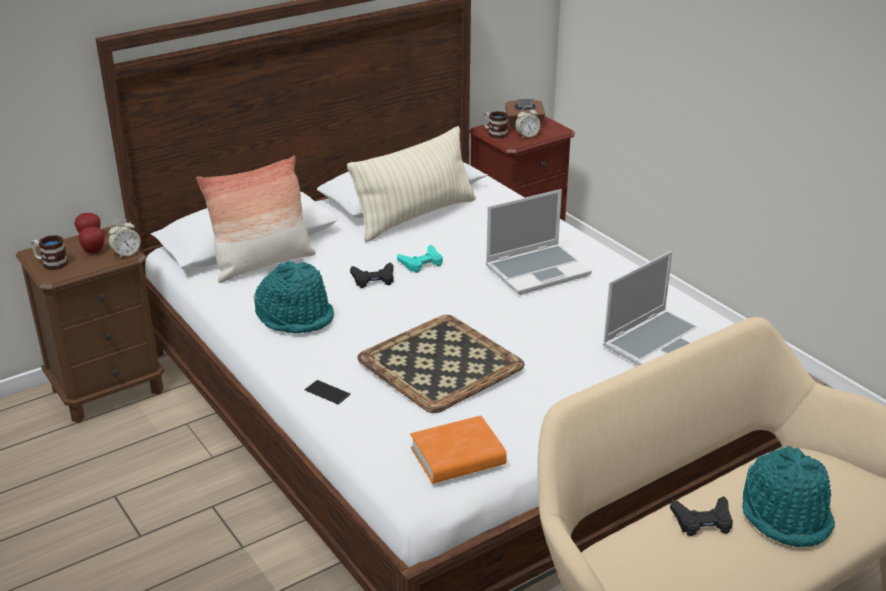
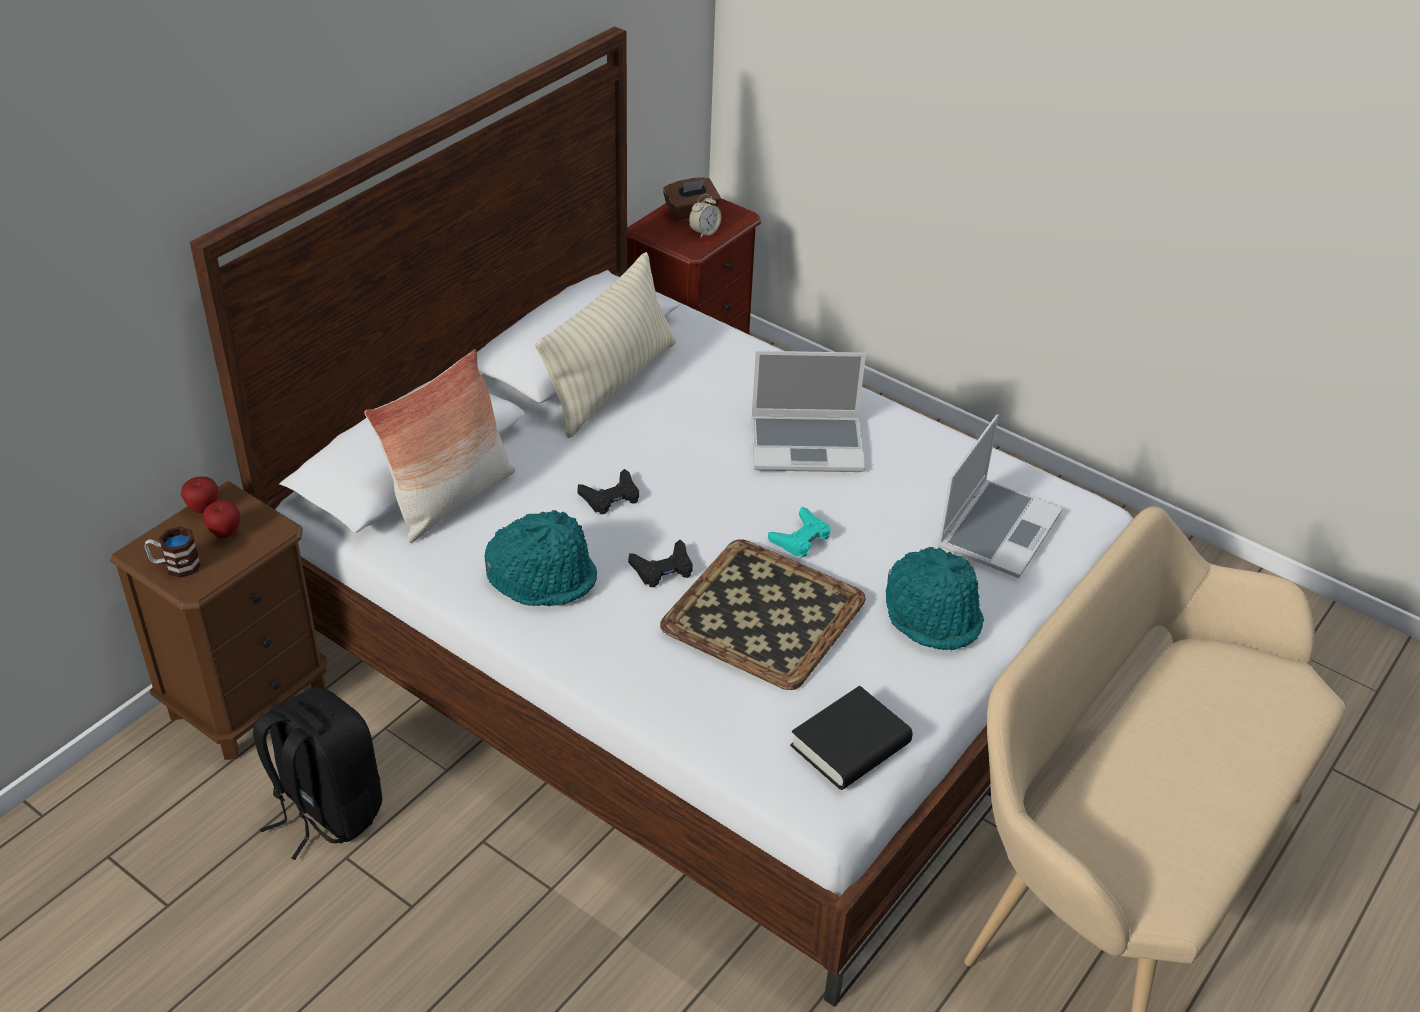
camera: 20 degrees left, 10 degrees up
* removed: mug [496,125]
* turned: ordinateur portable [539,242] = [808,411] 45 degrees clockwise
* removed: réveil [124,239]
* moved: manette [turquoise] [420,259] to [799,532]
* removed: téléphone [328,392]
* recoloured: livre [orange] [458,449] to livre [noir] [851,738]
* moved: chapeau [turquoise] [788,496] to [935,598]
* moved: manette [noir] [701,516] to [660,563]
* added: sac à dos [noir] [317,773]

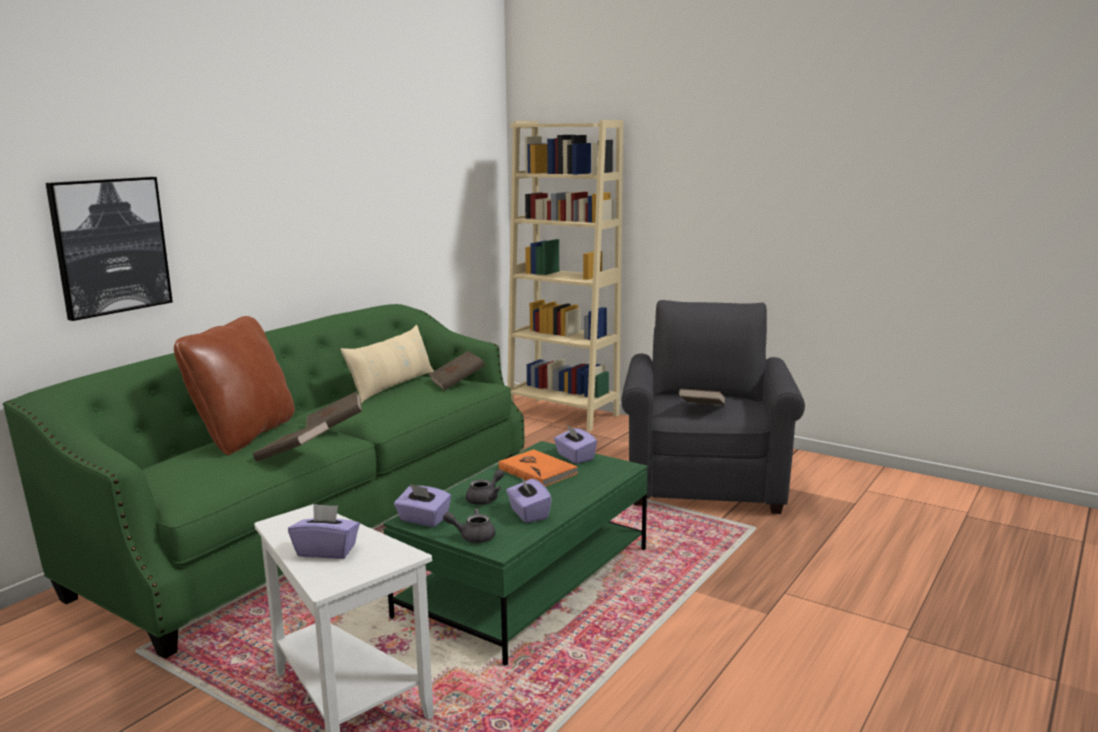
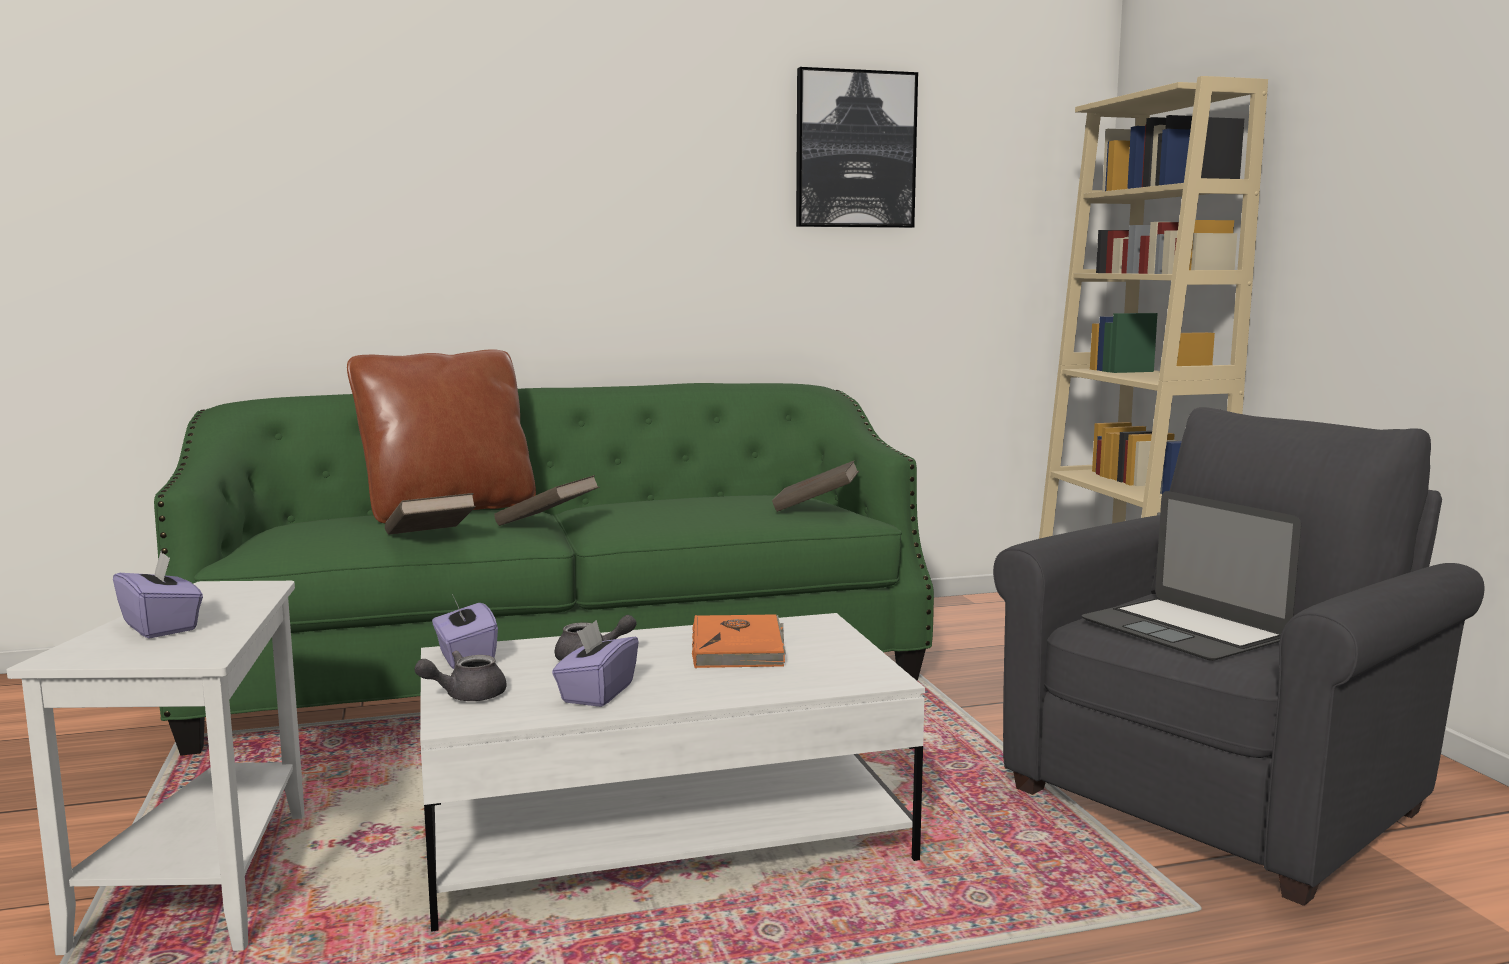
camera: 40 degrees right, 5 degrees down
* moved: tableau [109,249] to [857,147]
* removed: coussin [beige] [387,364]
* replaced: livre [marron] [702,396] to ordinateur portable [1191,576]
* removed: boîte à mouchoirs [violet] [575,444]
* recoloured: table basse [vert] [515,553] to table basse [blanc] [672,772]
* turned: théière [gris] [469,525] = [460,676] 75 degrees counterclockwise

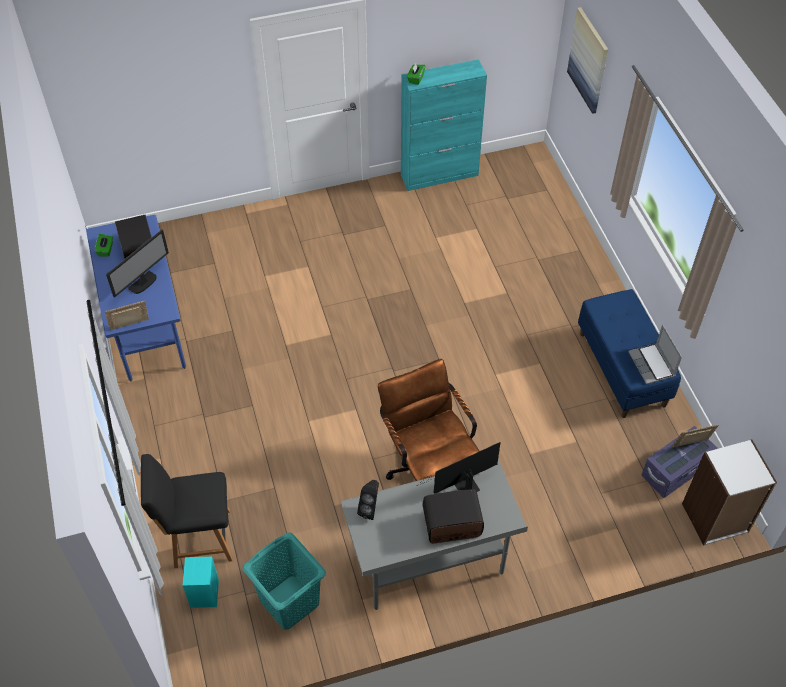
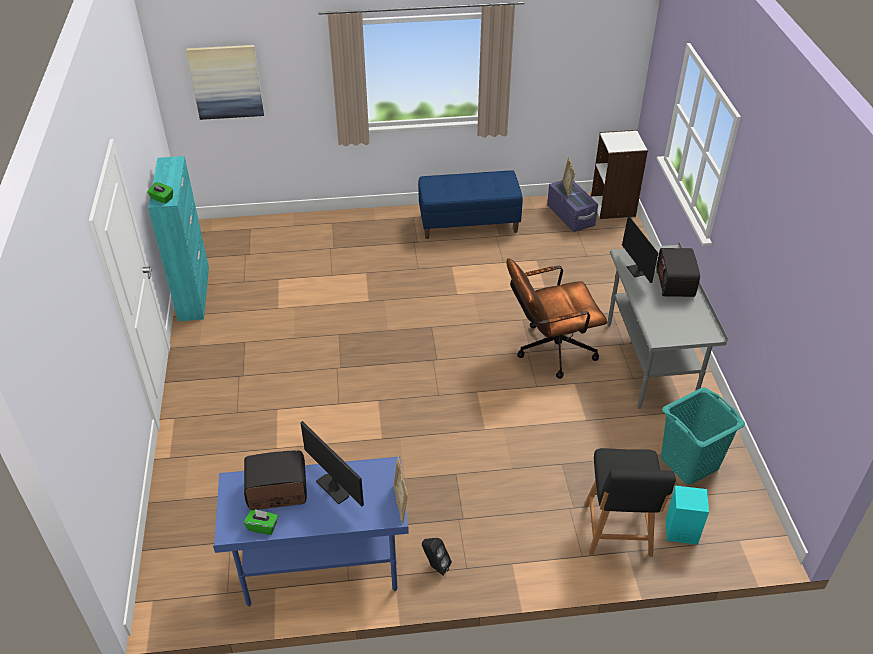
camera: 80 degrees left, 10 degrees down
* removed: ordinateur portable [655,354]
* moved: enceinte [noir] [368,500] to [437,557]

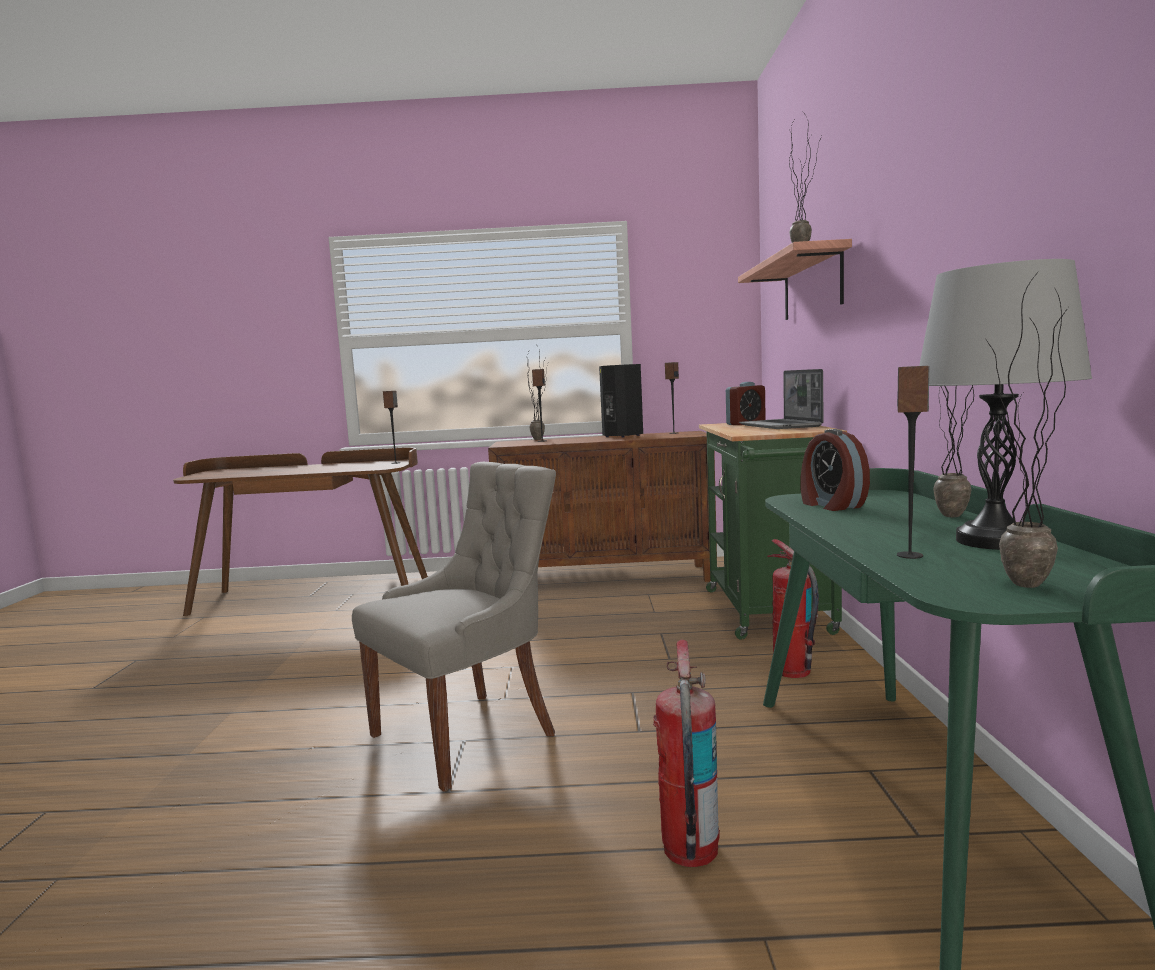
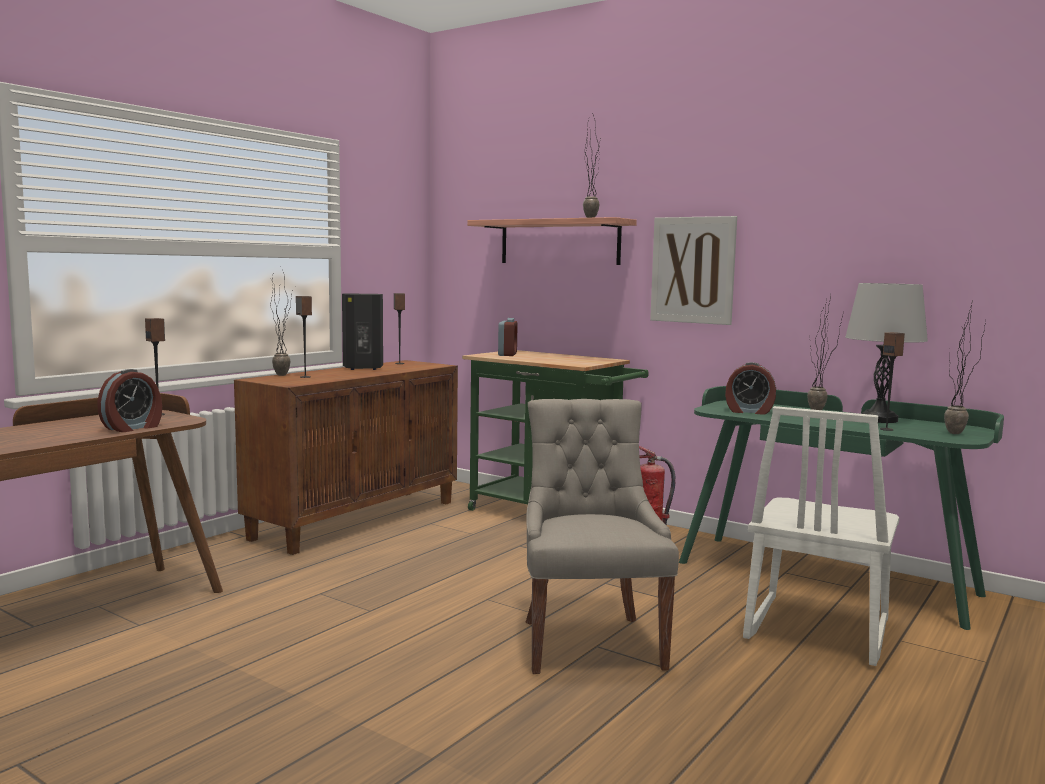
camera: 55 degrees left, 0 degrees up
* removed: ordinateur portable [781,399]
* replaced: extincteur [686,753] to chaise [blanc] [821,536]
* added: tableau [693,270]
* added: réveil [129,400]

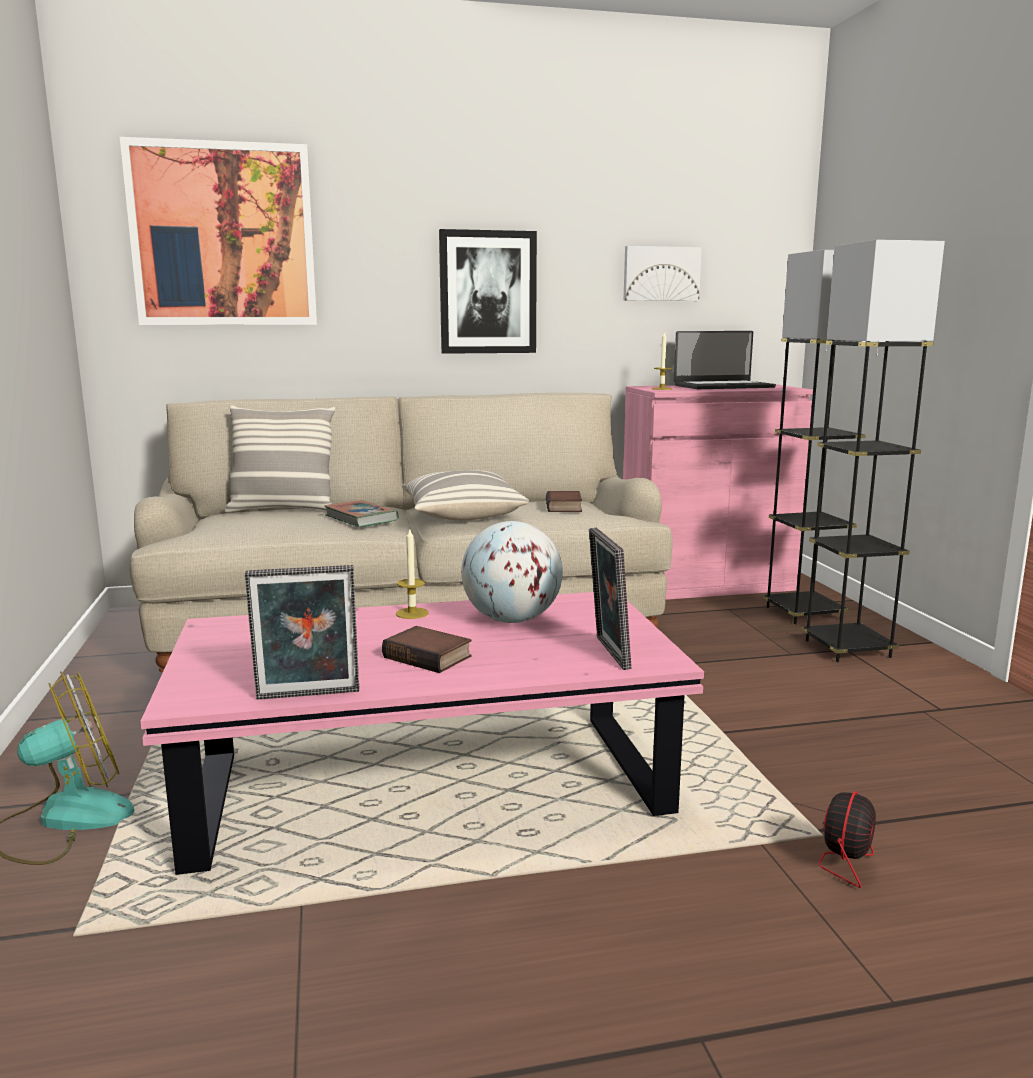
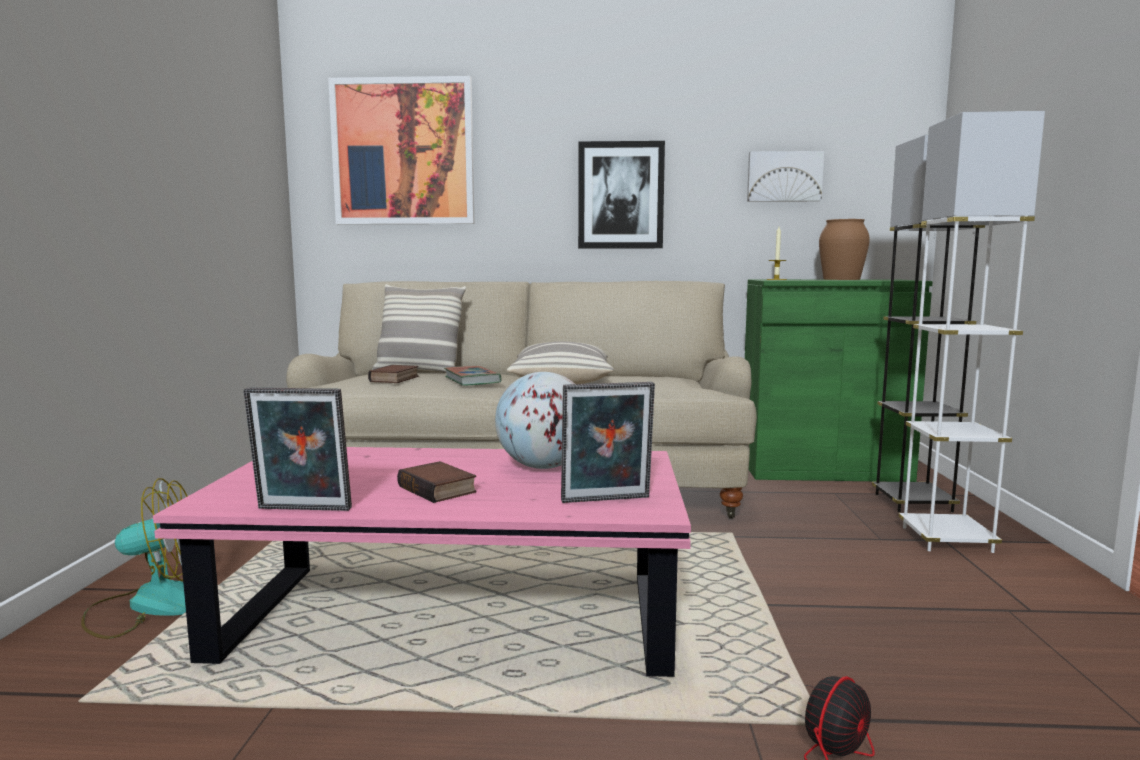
camera: 15 degrees right, 5 degrees down
* recoloured: lampadaire [noir] [873,450] to lampadaire [blanc] [972,332]
* replaced: ordinateur portable [725,360] to vase [marron] [844,249]
* recoloured: meuble de rangement [rose] [718,492] to meuble de rangement [vert] [838,380]
* moved: livre [564,501] to [393,374]
* removed: bougie [412,573]
* turned: cadre photo [610,599] = [608,442] 105 degrees counterclockwise

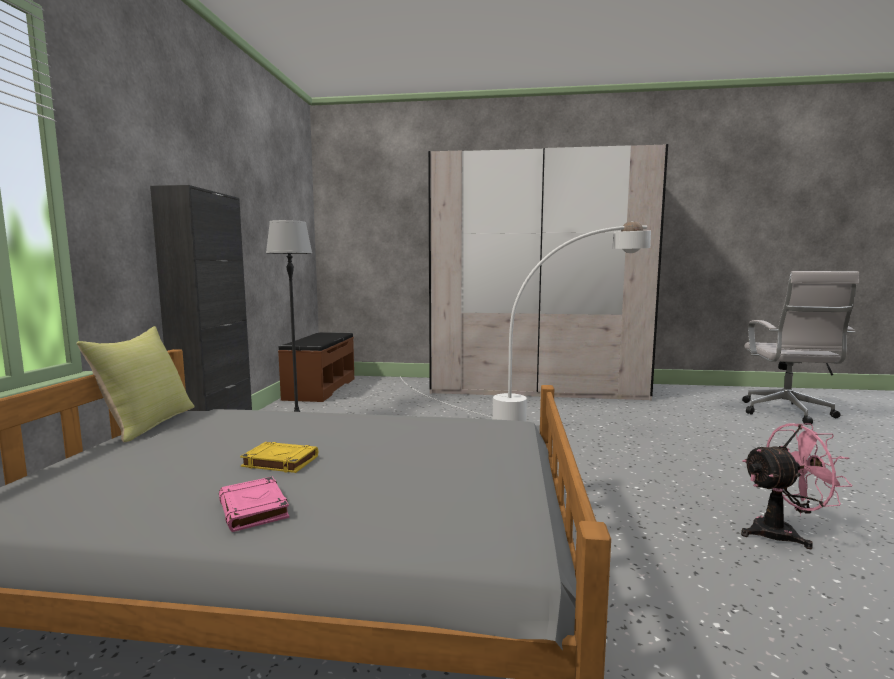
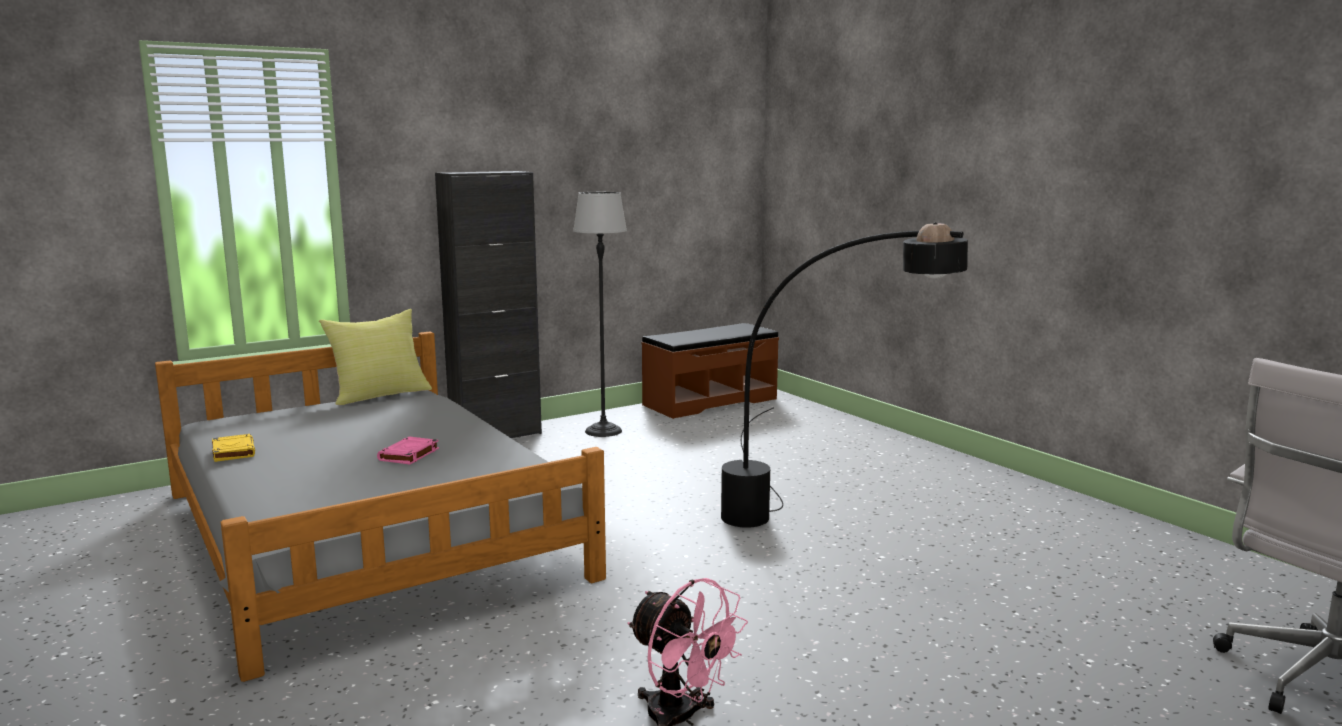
camera: 50 degrees right, 5 degrees up
* removed: armoire [beige] [548,272]
* recoloured: lampadaire [blanc] [525,321] to lampadaire [noir] [844,375]
* moved: livre [jaune] [279,457] to [233,448]
* moved: livre [rose] [254,504] to [408,450]

